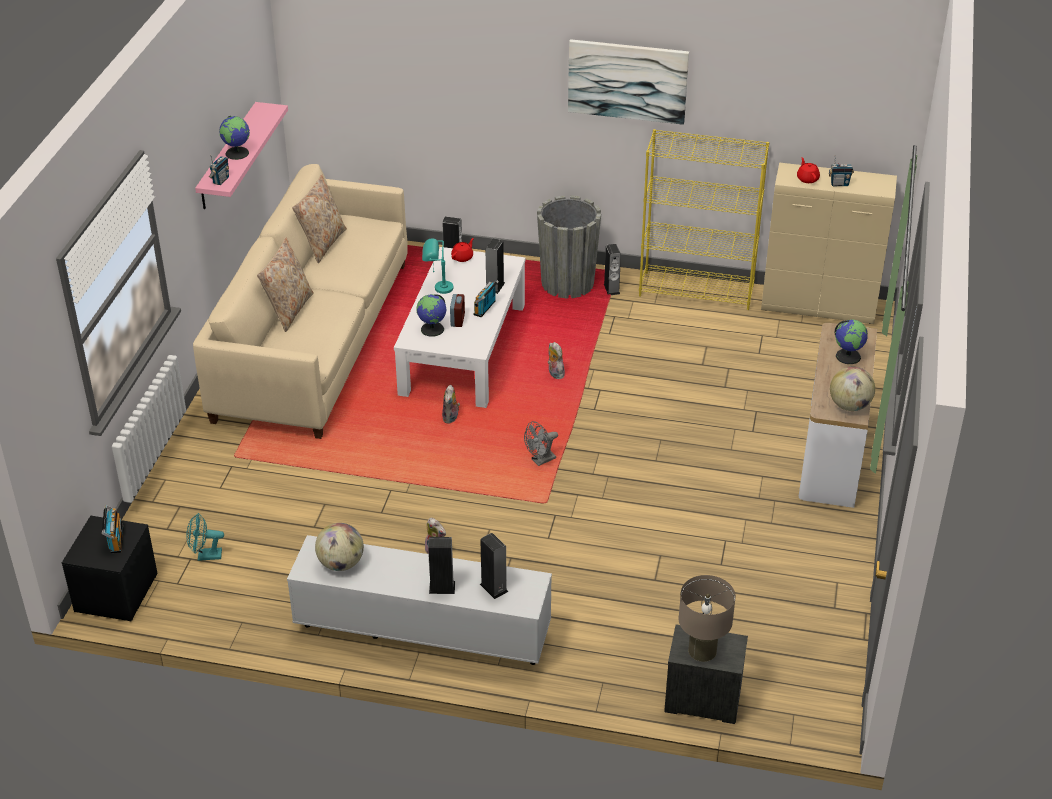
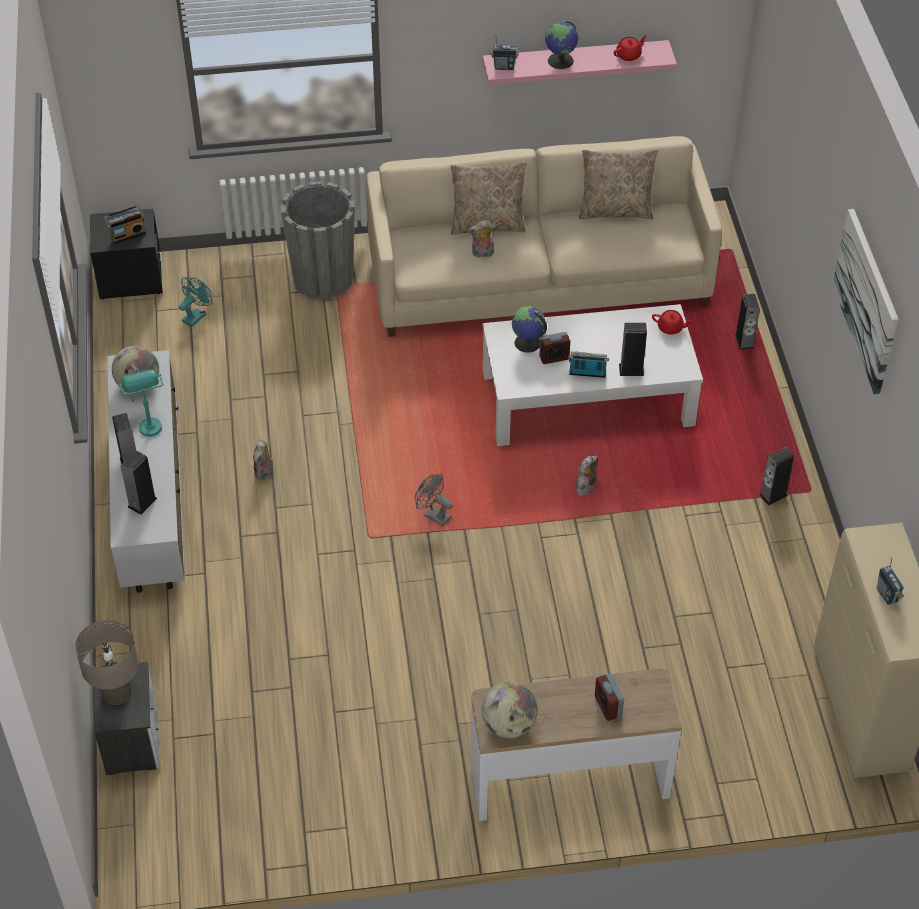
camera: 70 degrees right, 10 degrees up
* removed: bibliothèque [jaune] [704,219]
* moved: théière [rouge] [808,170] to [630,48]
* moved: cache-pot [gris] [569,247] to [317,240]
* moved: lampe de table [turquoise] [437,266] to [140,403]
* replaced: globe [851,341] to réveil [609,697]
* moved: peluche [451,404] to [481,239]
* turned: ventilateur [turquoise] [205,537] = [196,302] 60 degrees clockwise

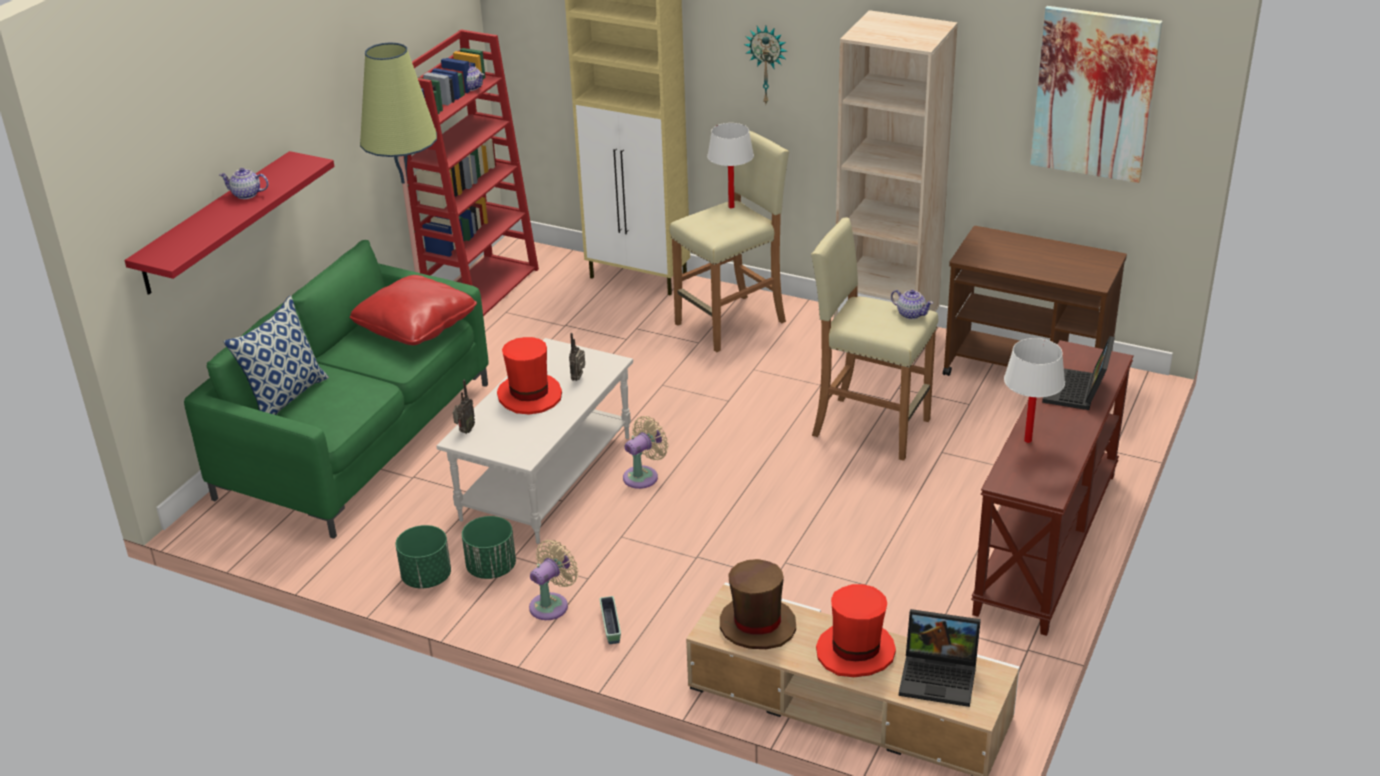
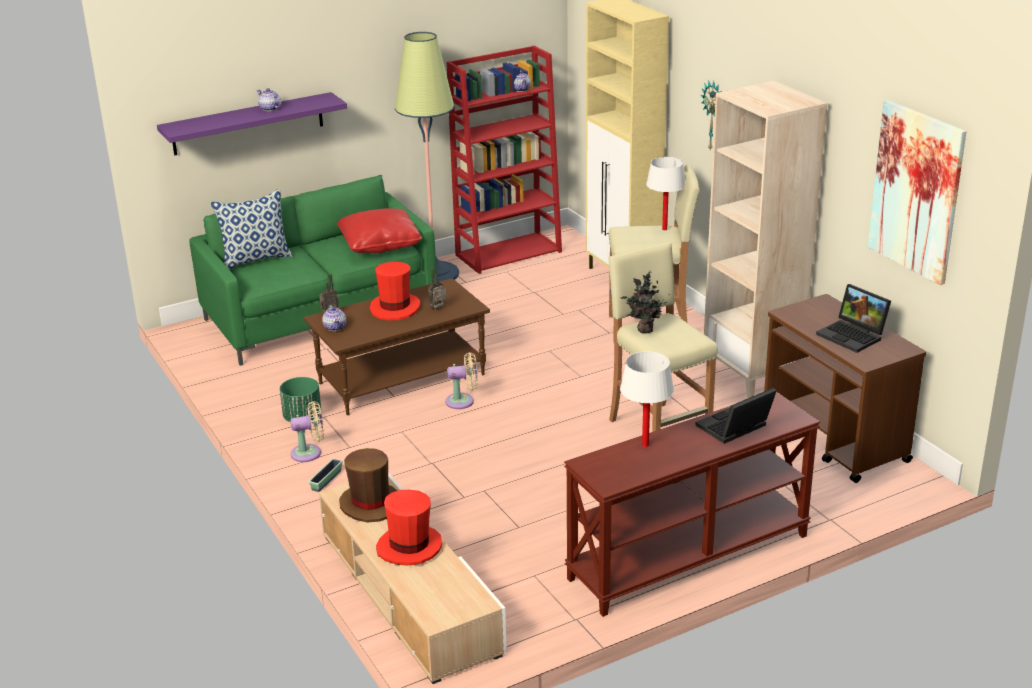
camera: 35 degrees right, 5 degrees down
* recoloured: étagère [rouge] [229,223] to étagère [violet] [252,123]
* moved: théière [912,304] to [334,318]
* recoloured: table basse [blanc] [535,441] to table basse [marron] [397,346]
* removed: cache-pot [vert] [423,557]
* moved: ordinateur portable [940,658] to [853,318]
* added: plante en pot [644,302]

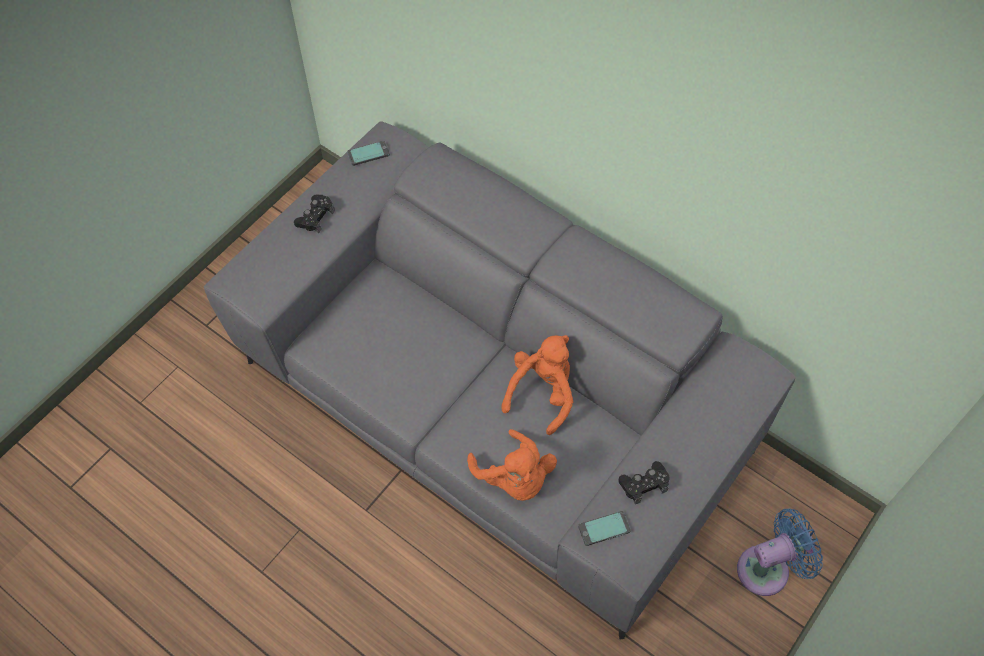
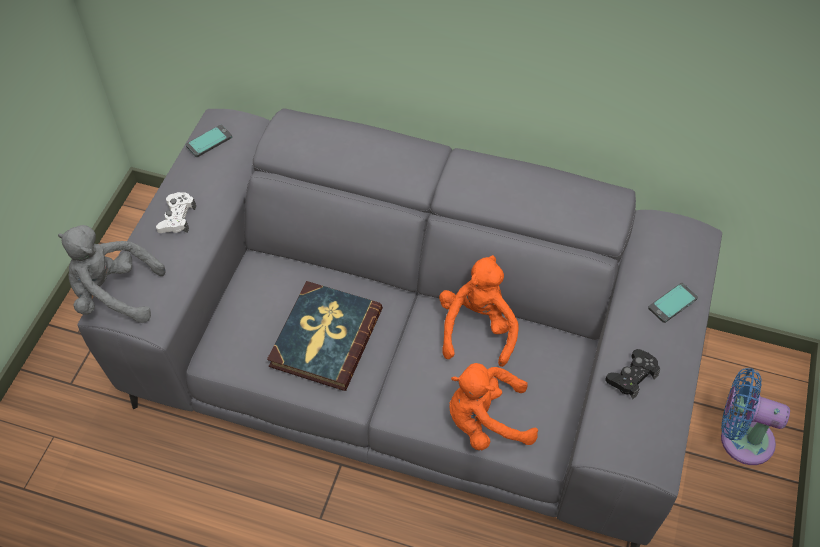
camera: 20 degrees left, 5 degrees down
* recoloured: manette [noir] [314,213] to manette [blanc] [176,212]
* turned: peluche [orange] [512,465] = [493,406] 135 degrees clockwise
* turned: ventilateur [bleu] [780,552] = [755,416] 120 degrees counterclockwise
* moved: téléphone [604,528] to [673,303]
* added: peluche [gris] [112,274]
* added: livre [325,336]

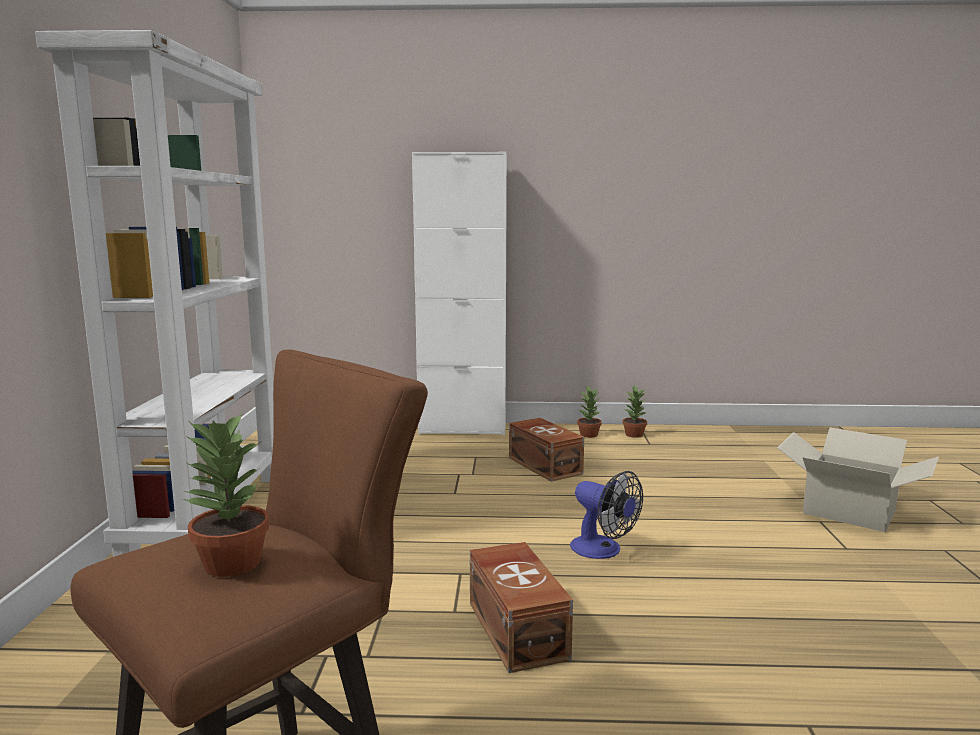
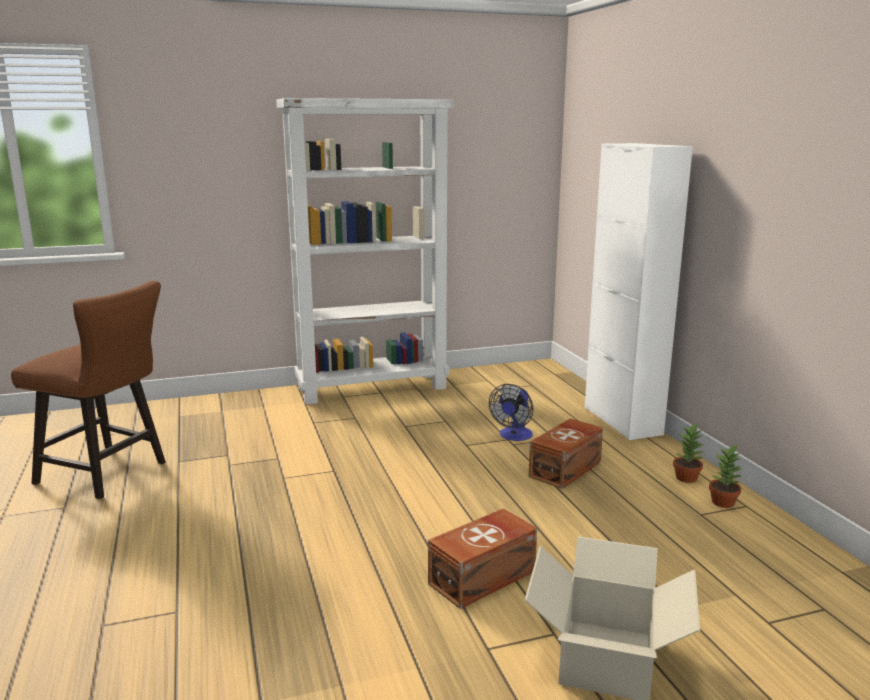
camera: 70 degrees right, 5 degrees up
* removed: plante en pot [226,495]
* moved: ventilateur [606,515] to [511,412]
* moved: boîte de rangement [marron] [521,607] to [482,559]

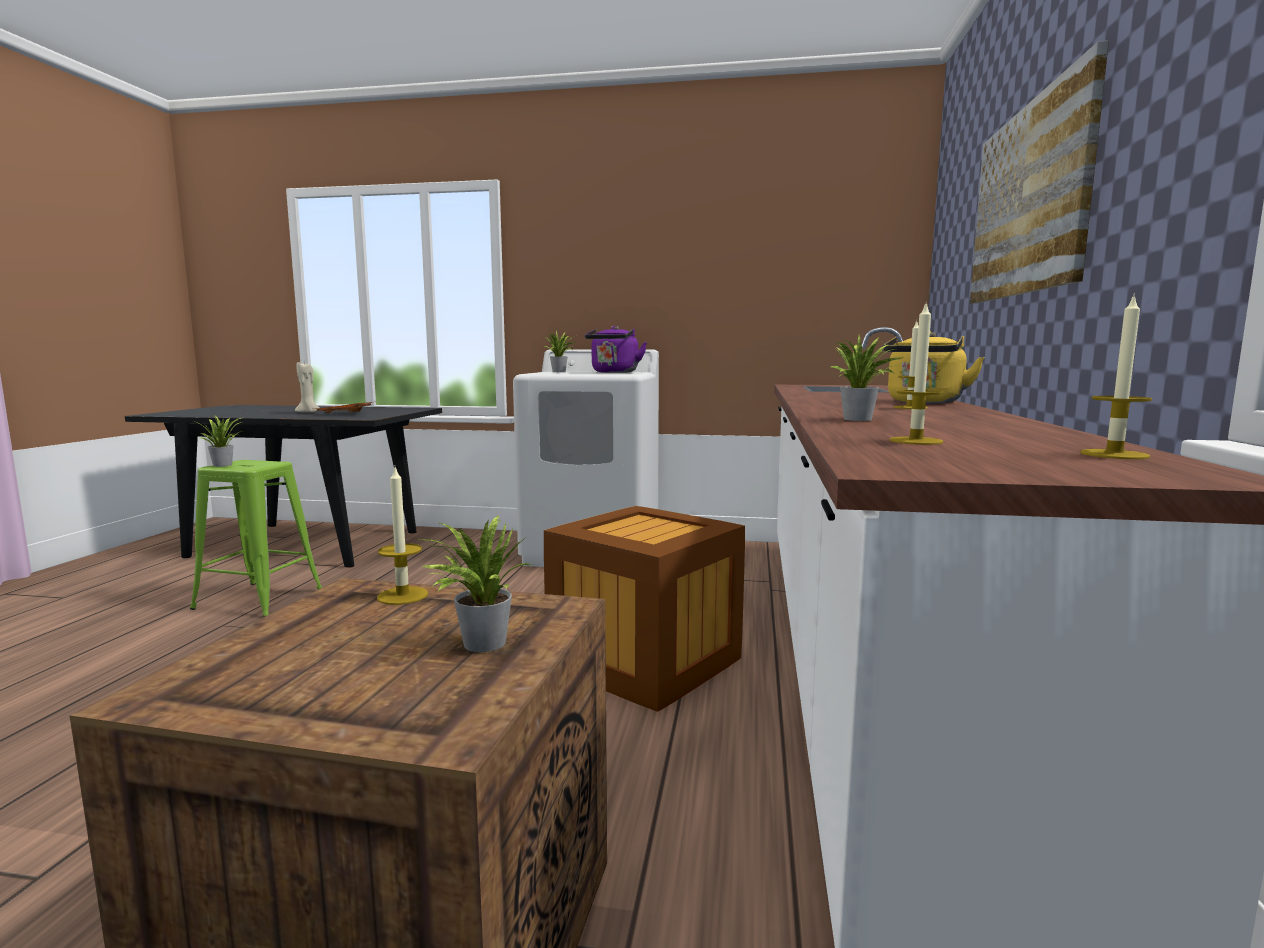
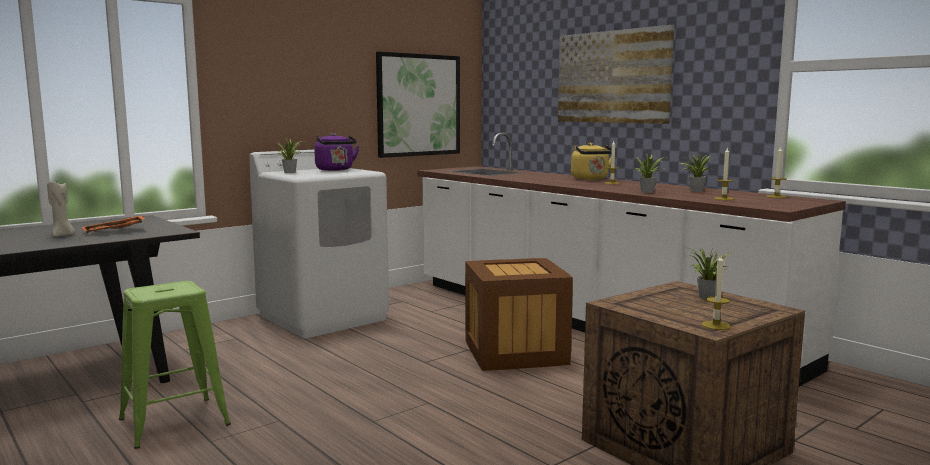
camera: 50 degrees left, 0 degrees up
* moved: plante en pot [218,441] to [696,173]
* moved: bougie [402,536] to [716,292]
* added: tableau [418,104]

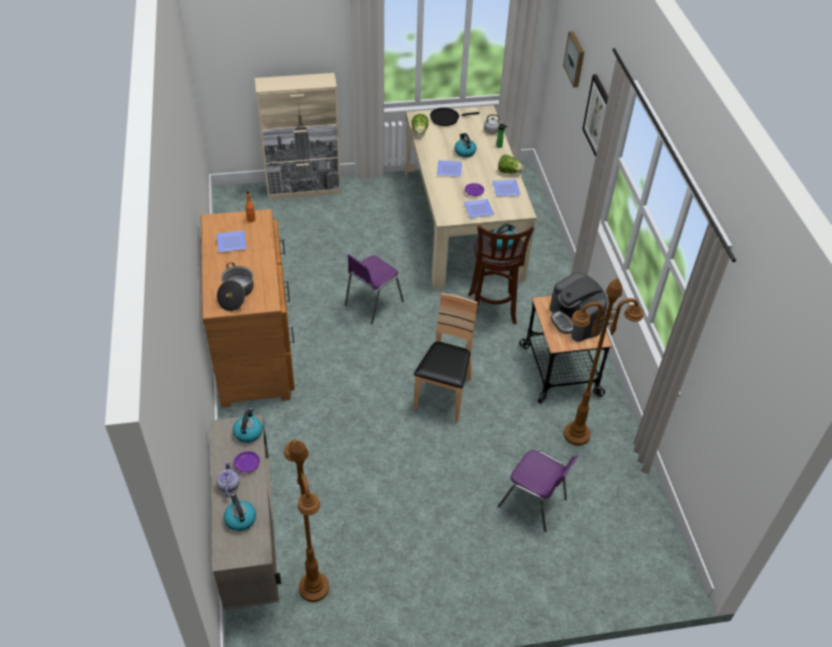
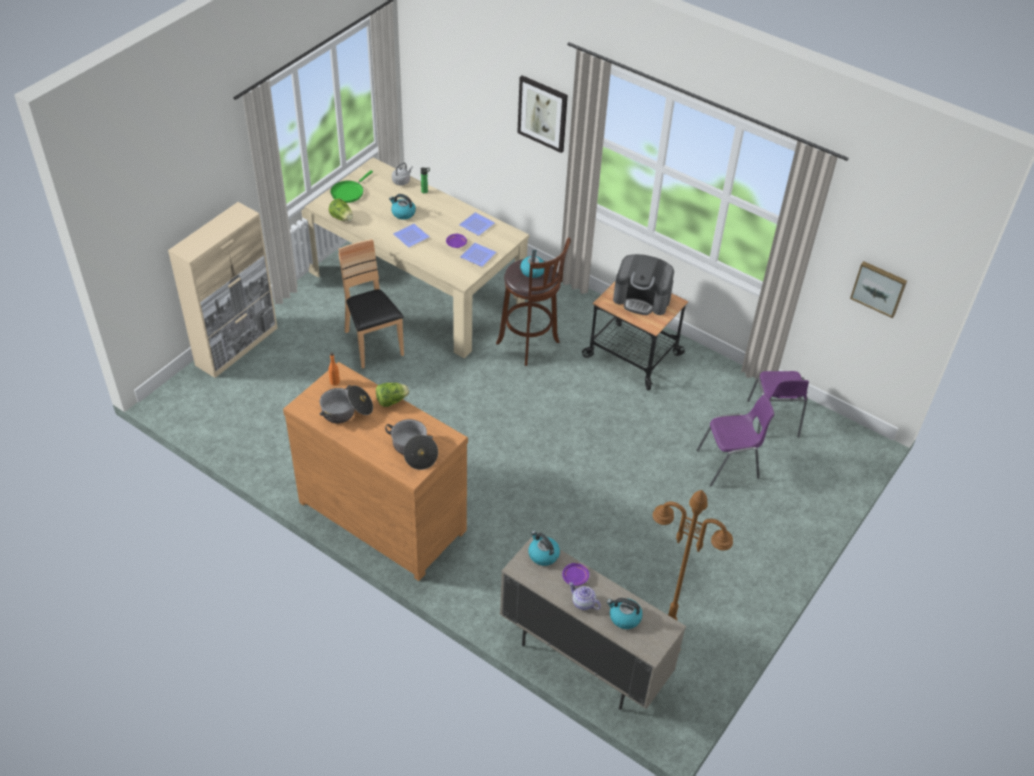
camera: 45 degrees left, 0 degrees up
* moved: tableau [573,59] to [878,289]
* recoloured: poêle [noir] [454,116] to poêle [vert] [351,186]
* moved: laitue [510,163] to [392,395]
* replaced: assiette [231,241] to marmite [346,404]
* moved: chaise [violet] [374,289] to [778,404]
* removed: lampadaire [marron] [603,362]
* moved: chaise [marron] [446,357] to [371,304]

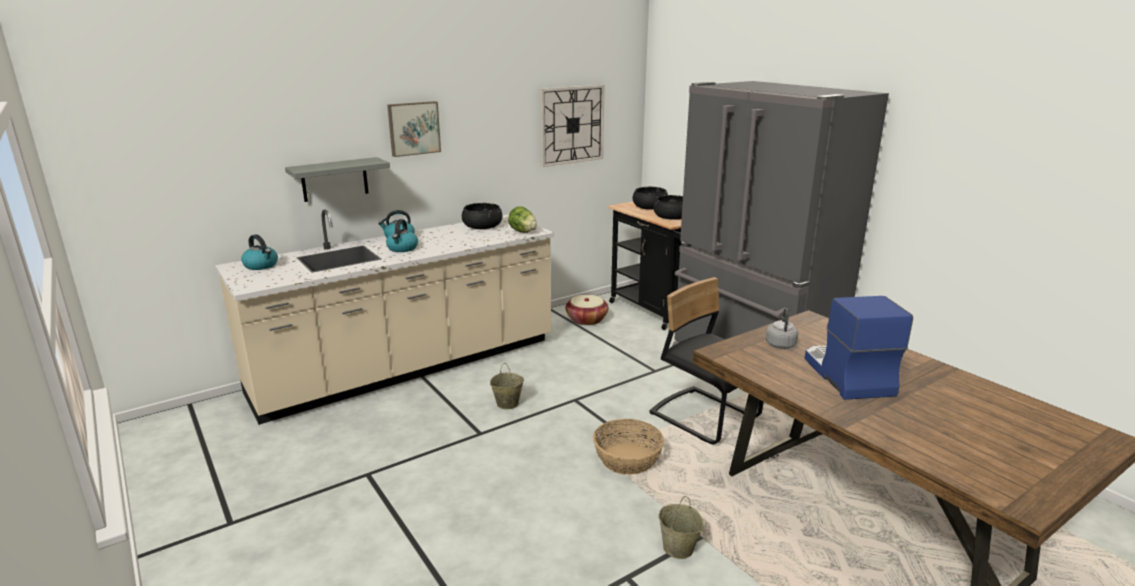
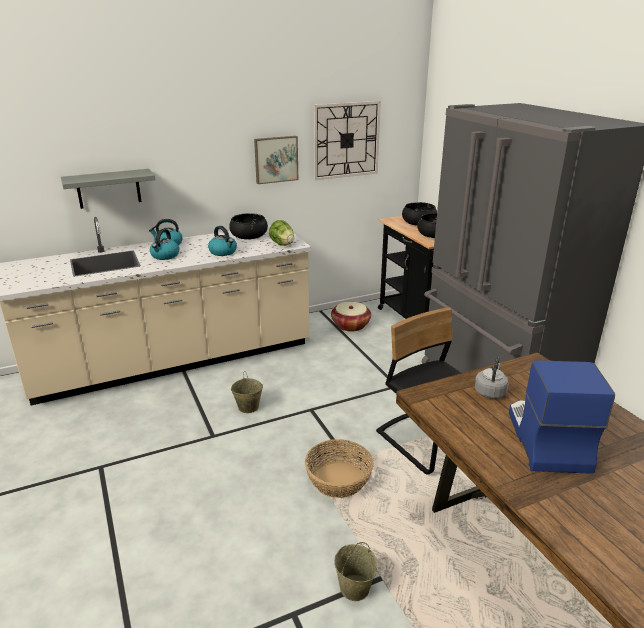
camera: 10 degrees right, 5 degrees up
* moved: tableau [414,129] to [276,160]
* moved: bouilloire [259,252] to [222,241]

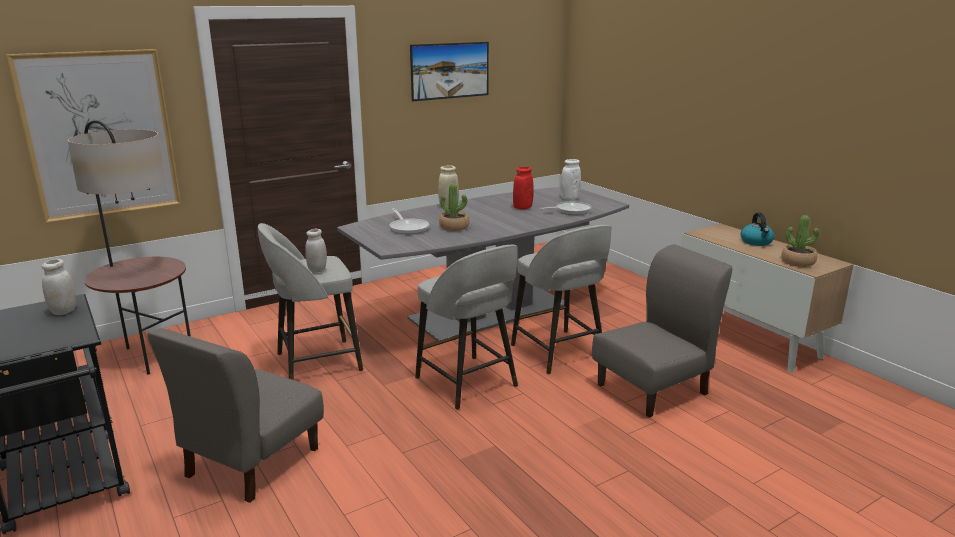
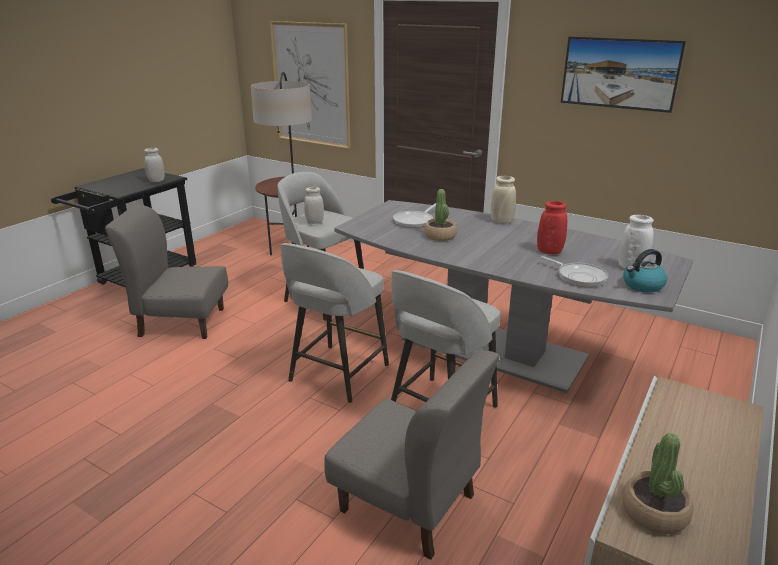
camera: 65 degrees right, 5 degrees up
* moved: bouilloire [757,229] to [645,271]

